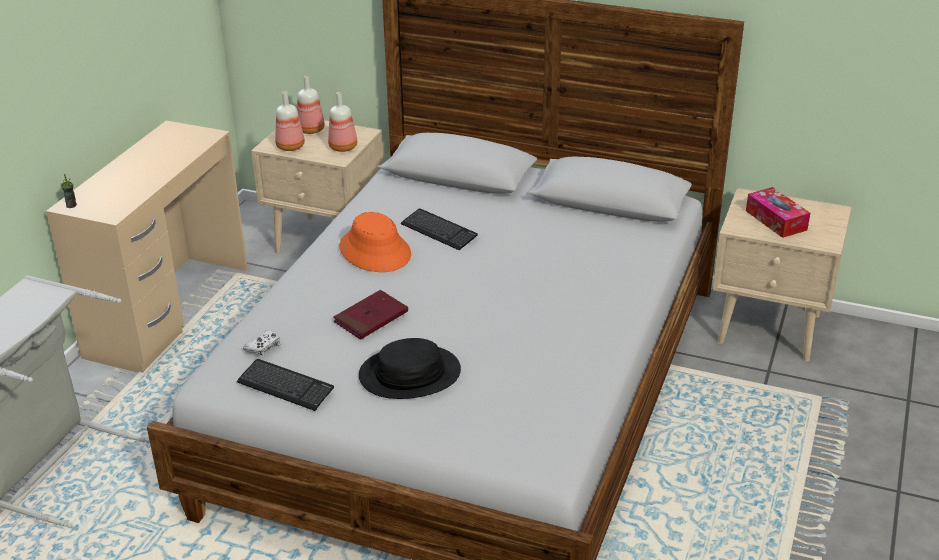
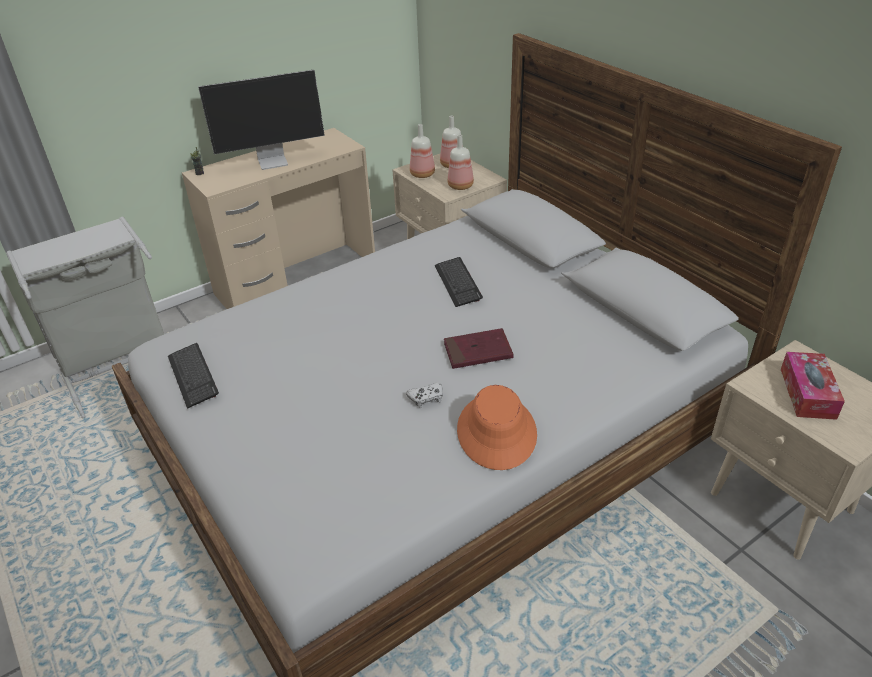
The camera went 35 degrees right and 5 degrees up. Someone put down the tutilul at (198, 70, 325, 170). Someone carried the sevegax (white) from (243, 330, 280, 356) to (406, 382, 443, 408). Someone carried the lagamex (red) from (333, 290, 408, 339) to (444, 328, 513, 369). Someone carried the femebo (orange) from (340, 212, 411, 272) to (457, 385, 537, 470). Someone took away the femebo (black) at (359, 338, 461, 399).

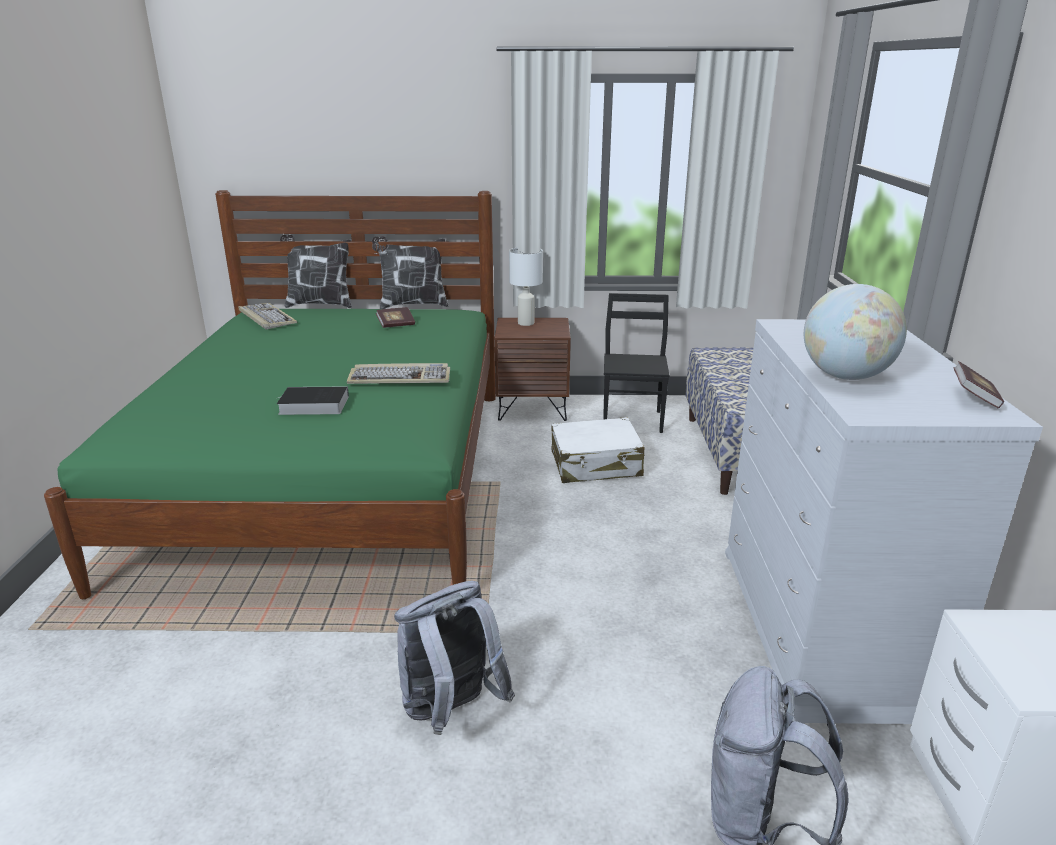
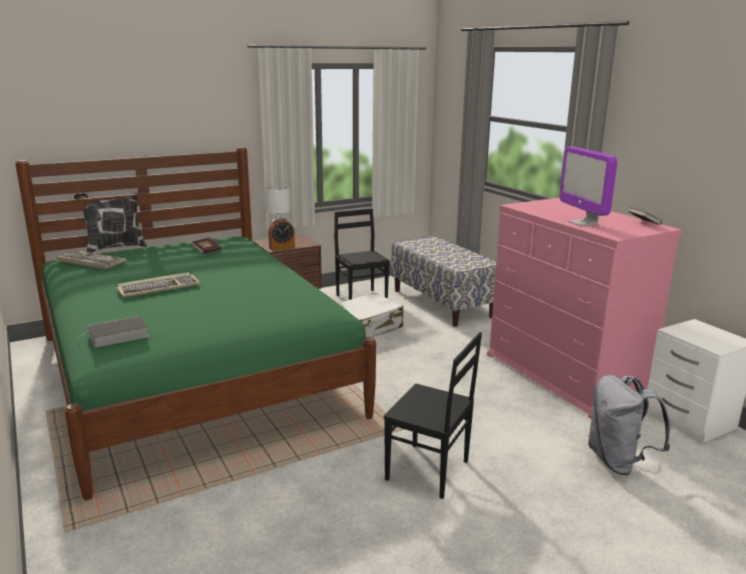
The camera went 30 degrees left and 5 degrees down. Someone carried the lagamex from (276, 386, 349, 415) to (81, 316, 149, 348). Someone carried the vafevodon from (347, 363, 450, 384) to (117, 273, 200, 297). Someone put down the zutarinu at (268, 218, 295, 250). Someone swapped the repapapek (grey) at (394, 581, 515, 735) for the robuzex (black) at (384, 332, 482, 499). Someone repainted the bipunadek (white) at (725, 319, 1043, 724), which became the bipunadek (pink) at (487, 198, 682, 419). Someone swapped the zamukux at (804, 284, 907, 380) for the tutilul at (559, 147, 617, 226). Someone took away the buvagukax at (372, 236, 449, 309).

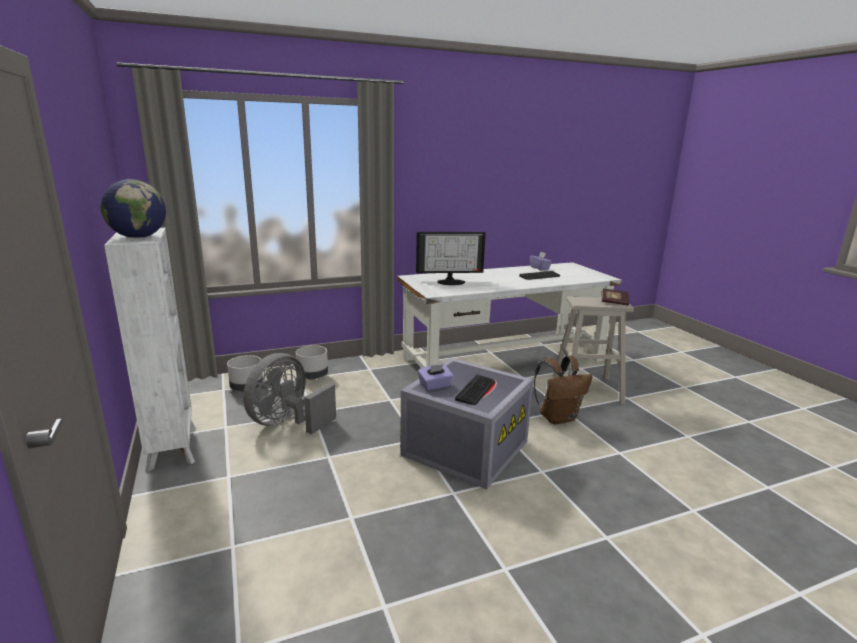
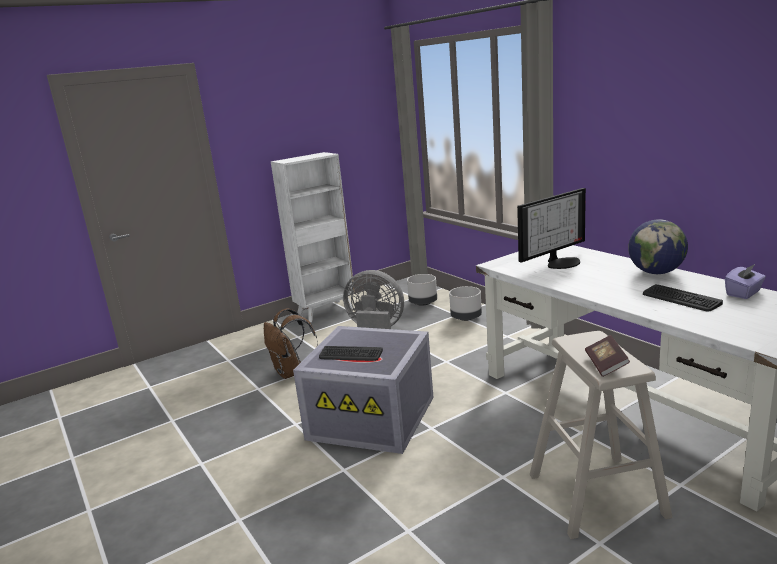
The camera went 80 degrees right and 0 degrees up. Someone carried the repapapek (brown) from (534, 356, 593, 425) to (264, 308, 318, 379). Someone rotated the tutilul at (416, 232, 486, 285) by 105 degrees counterclockwise. Someone carried the zamukux from (100, 179, 166, 238) to (628, 219, 688, 274). Someone took away the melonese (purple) at (418, 364, 453, 391).

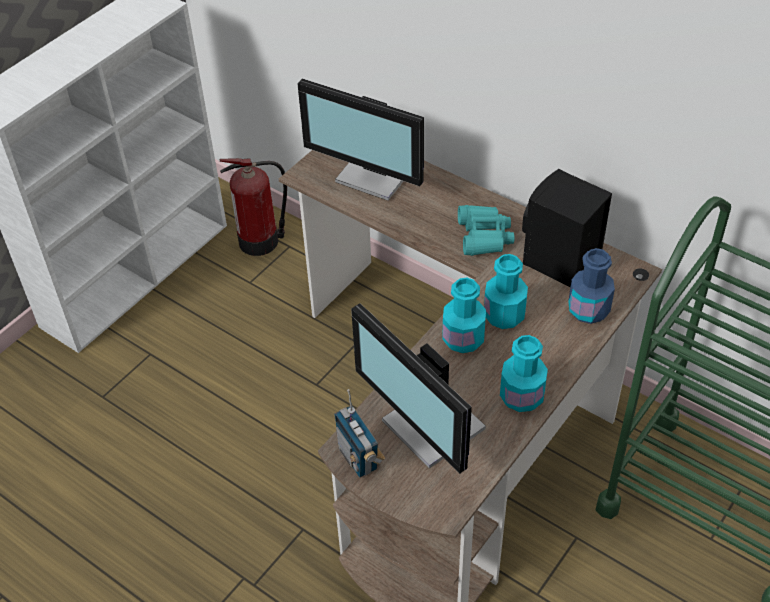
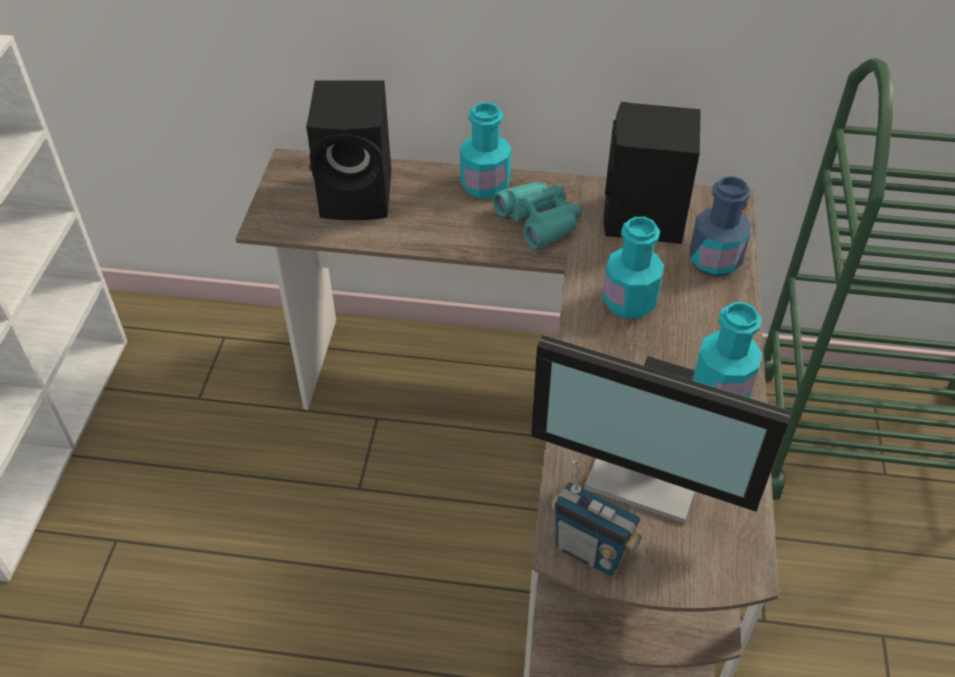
The camera went 30 degrees left and 0 degrees up. Someone swapped the tutilul at (297, 79, 424, 201) for the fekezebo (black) at (306, 80, 391, 220). Someone carried the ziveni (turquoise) from (442, 277, 486, 353) to (460, 102, 511, 199). Someone took away the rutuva at (219, 158, 287, 256).

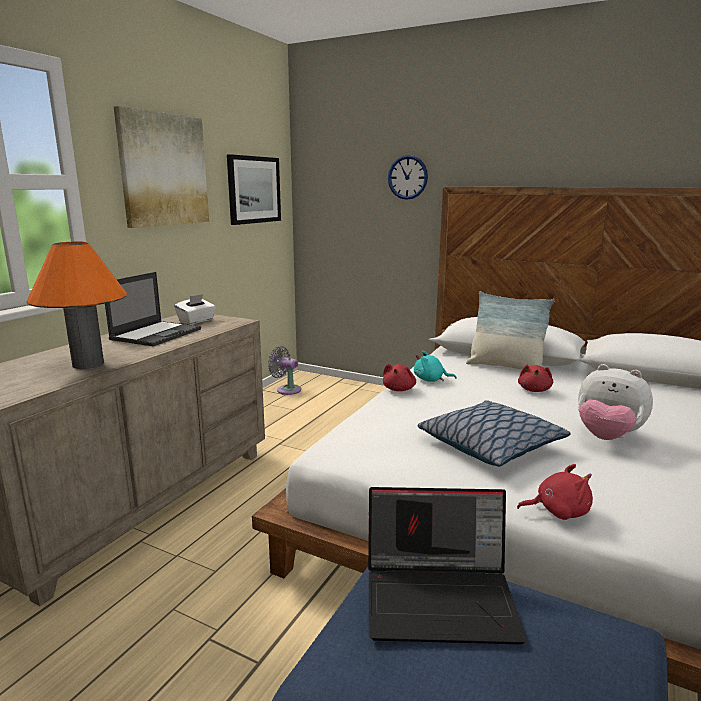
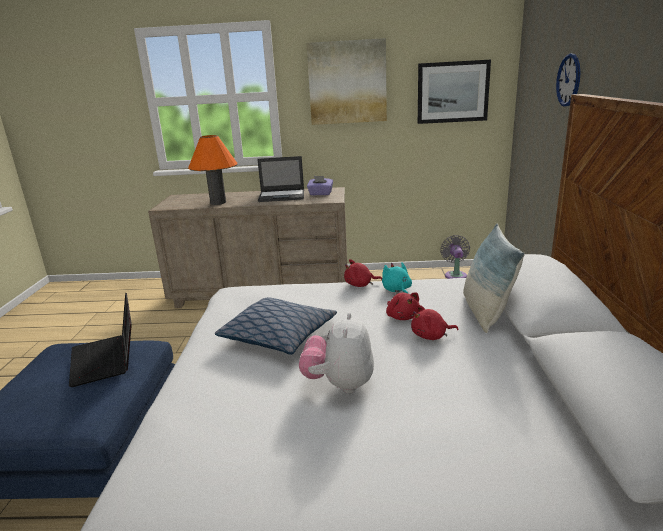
The camera went 65 degrees right and 5 degrees up. Someone repainted the melonese (white) at (174, 294, 216, 324), which became the melonese (purple) at (307, 176, 333, 195). Someone carried the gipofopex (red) from (517, 464, 593, 520) to (386, 292, 419, 320).

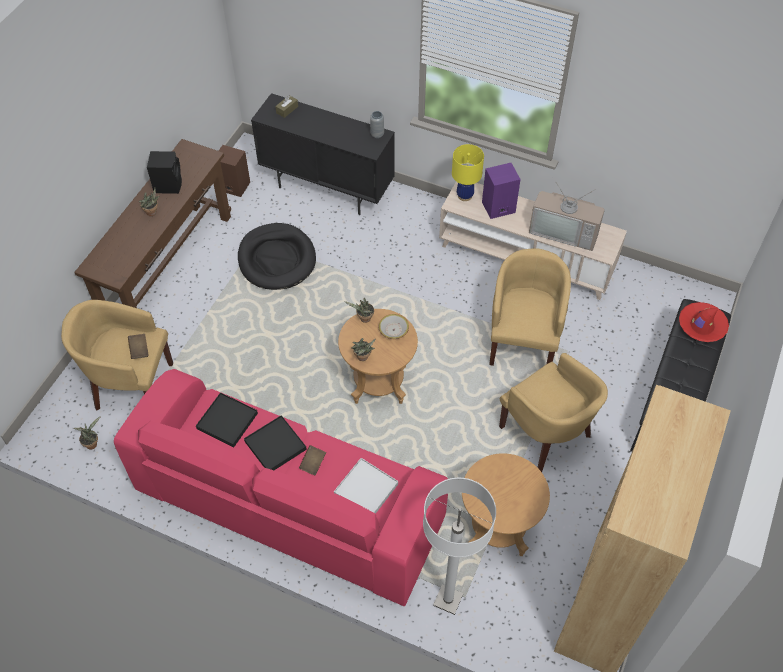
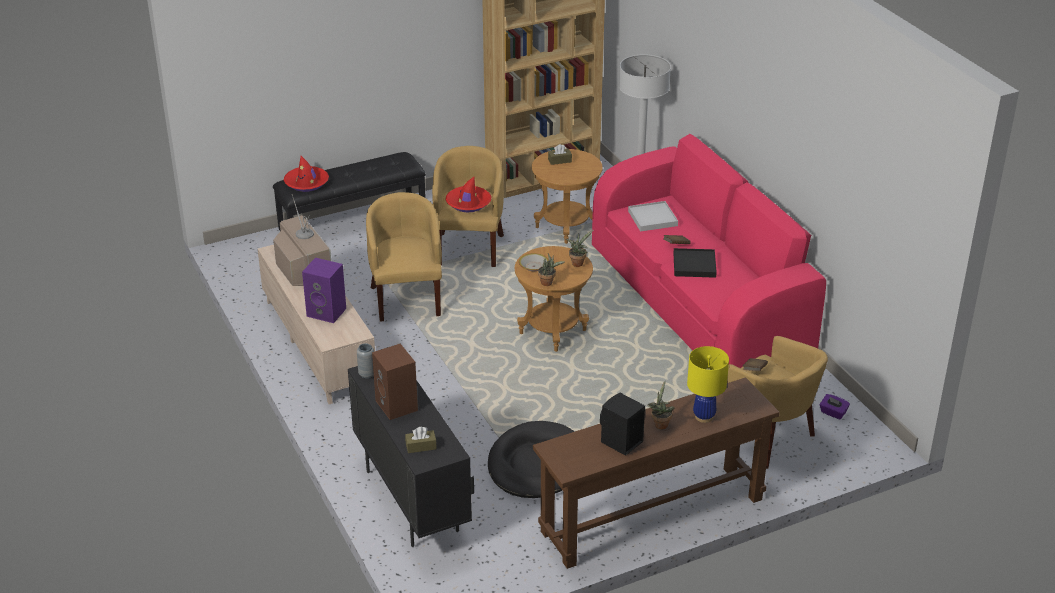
The camera went 140 degrees left and 20 degrees down. Someone rotated the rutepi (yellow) at (489, 248, 571, 366) by 120 degrees clockwise. Someone carried the fekezebo (brown) from (219, 145, 250, 197) to (372, 344, 418, 420). Someone put down the femebo (red) at (446, 177, 492, 212). Someone put down the melonese (brown) at (548, 144, 572, 165). Someone carried the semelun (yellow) from (452, 144, 484, 201) to (687, 346, 729, 423). Someone swapped the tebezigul at (73, 416, 101, 450) for the melonese (purple) at (819, 394, 850, 420). Someone took away the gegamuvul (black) at (196, 392, 258, 447).

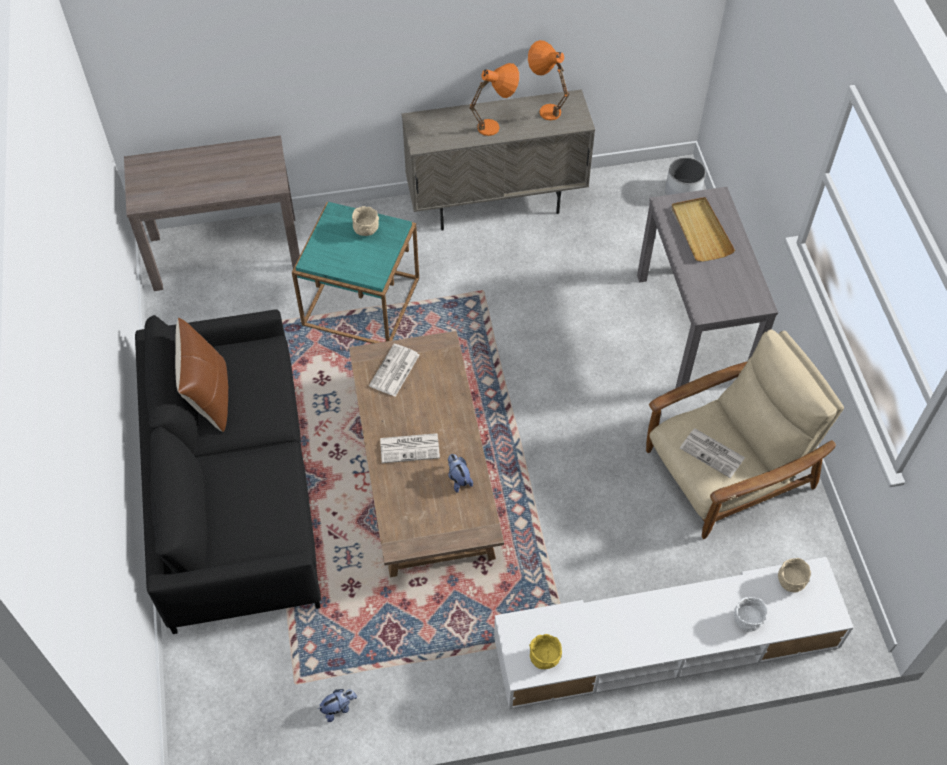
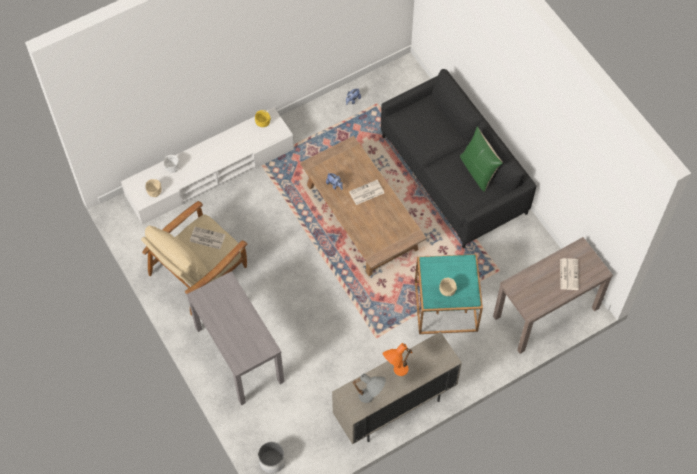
The camera went 160 degrees right and 5 degrees up. Someone repainted the semelun (orange) at (528, 40, 570, 120), which became the semelun (grey) at (352, 373, 386, 403). Someone repainted the buvagukax (brown) at (175, 318, 229, 432), which became the buvagukax (green) at (460, 126, 503, 192). Someone carried the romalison from (369, 344, 419, 397) to (560, 258, 579, 290). Someone took away the gegamuvul (beige) at (671, 197, 735, 262).

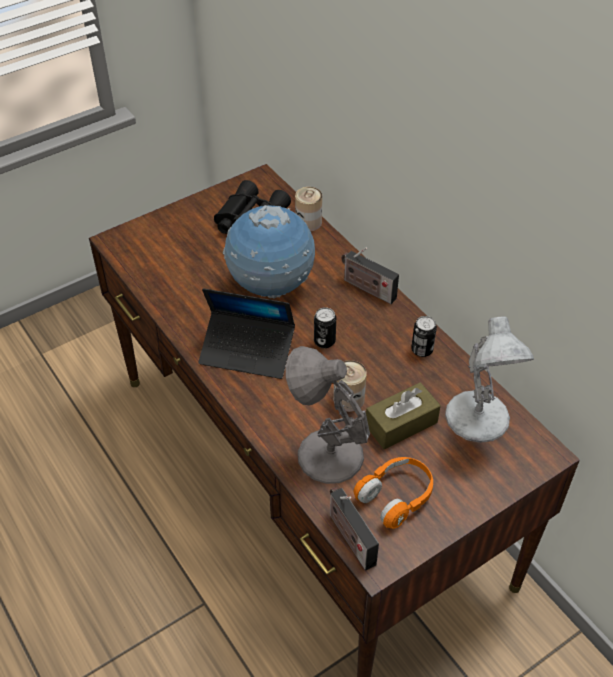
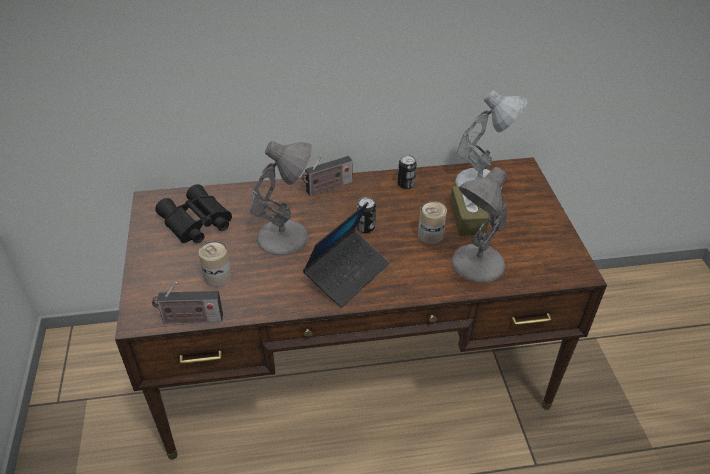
The camera went 65 degrees left and 5 degrees down. Someone carried the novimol from (330, 487, 379, 570) to (152, 282, 223, 323). Someone carried the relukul from (295, 187, 322, 231) to (199, 241, 231, 287). Someone swapped the zamukux at (223, 205, 315, 299) for the semelun (grey) at (250, 141, 312, 255). Someone took away the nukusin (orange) at (354, 457, 433, 529).

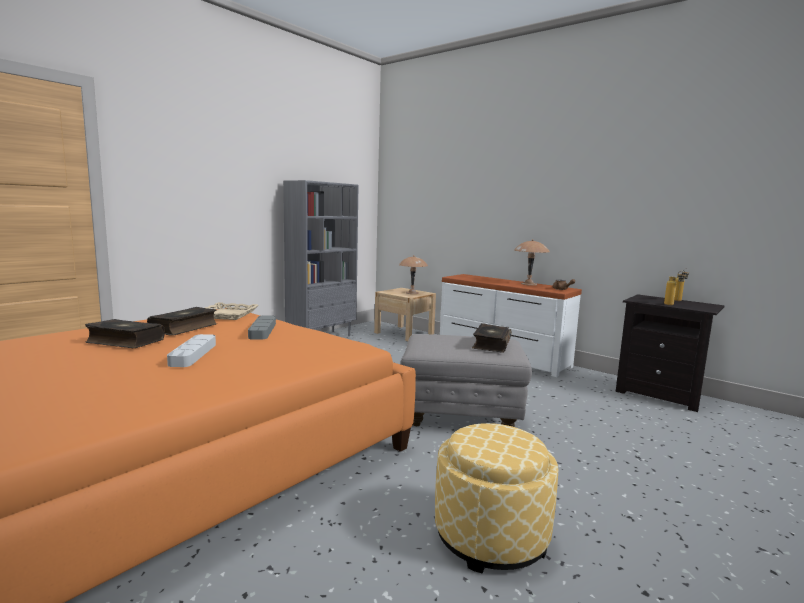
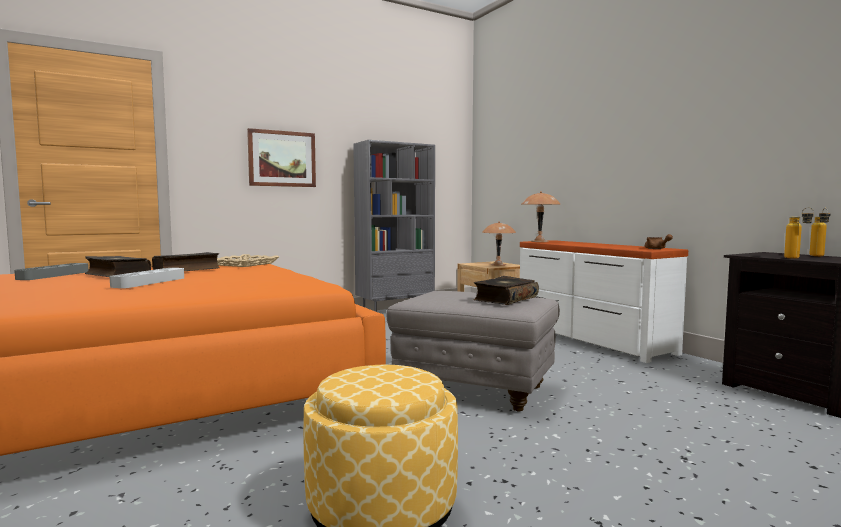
The camera went 20 degrees right and 5 degrees down. Someone carried the gegamuvul (grey) from (248, 315, 276, 340) to (14, 263, 88, 280). Someone put up the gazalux at (247, 128, 316, 187). Someone carried the semelun (brown) from (514, 239, 550, 286) to (522, 191, 560, 242).

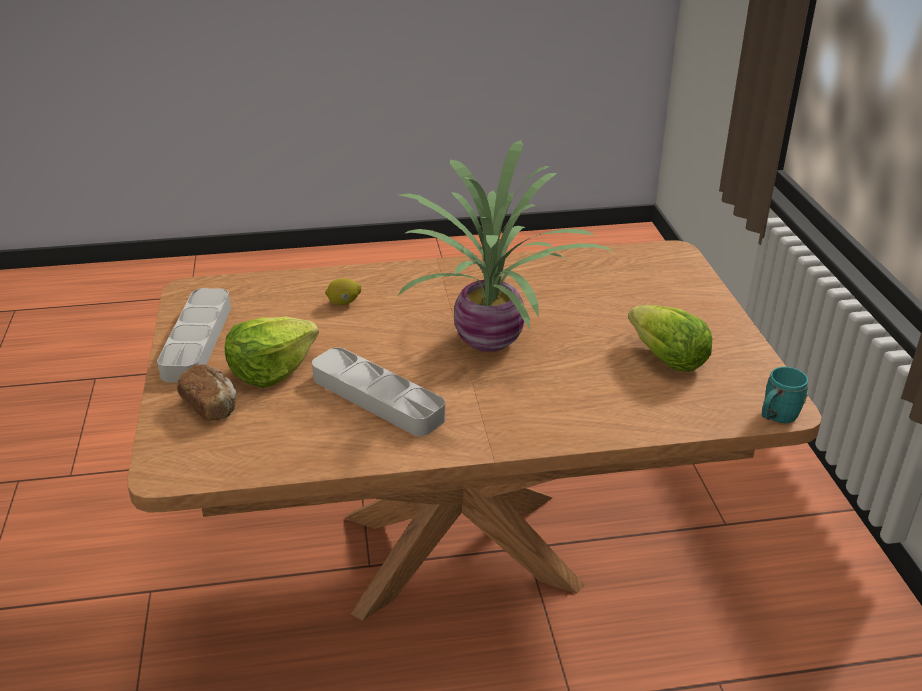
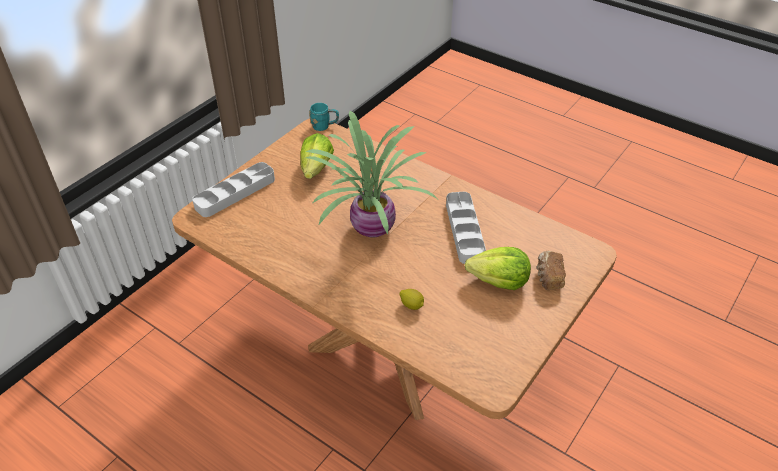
The camera went 135 degrees left and 10 degrees up. Someone carried the gegamuvul (grey) from (157, 288, 231, 382) to (192, 162, 275, 217).

